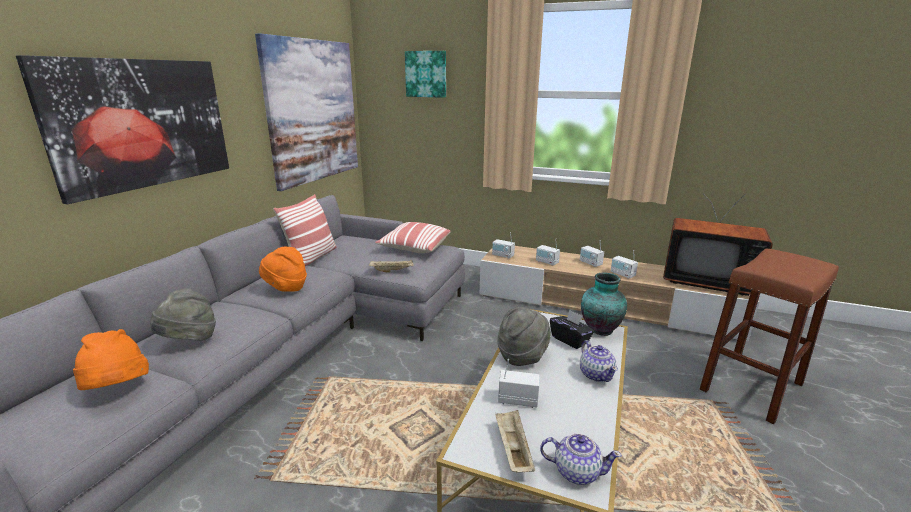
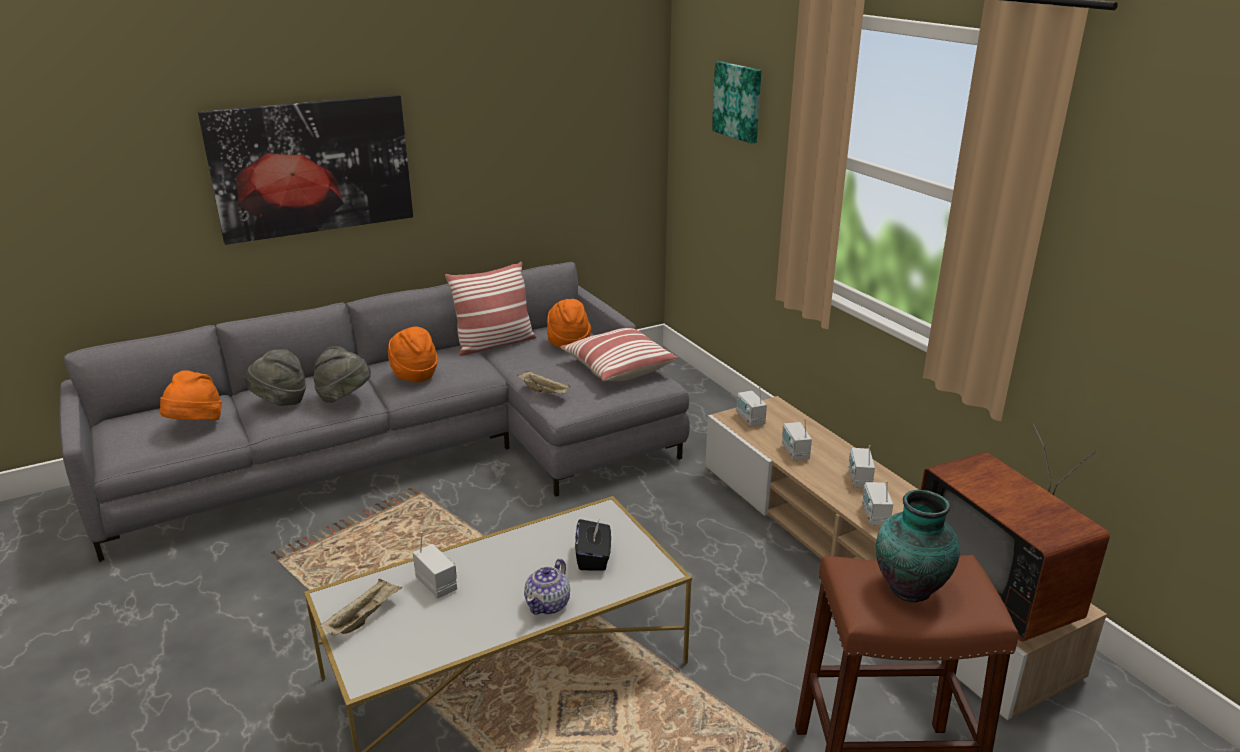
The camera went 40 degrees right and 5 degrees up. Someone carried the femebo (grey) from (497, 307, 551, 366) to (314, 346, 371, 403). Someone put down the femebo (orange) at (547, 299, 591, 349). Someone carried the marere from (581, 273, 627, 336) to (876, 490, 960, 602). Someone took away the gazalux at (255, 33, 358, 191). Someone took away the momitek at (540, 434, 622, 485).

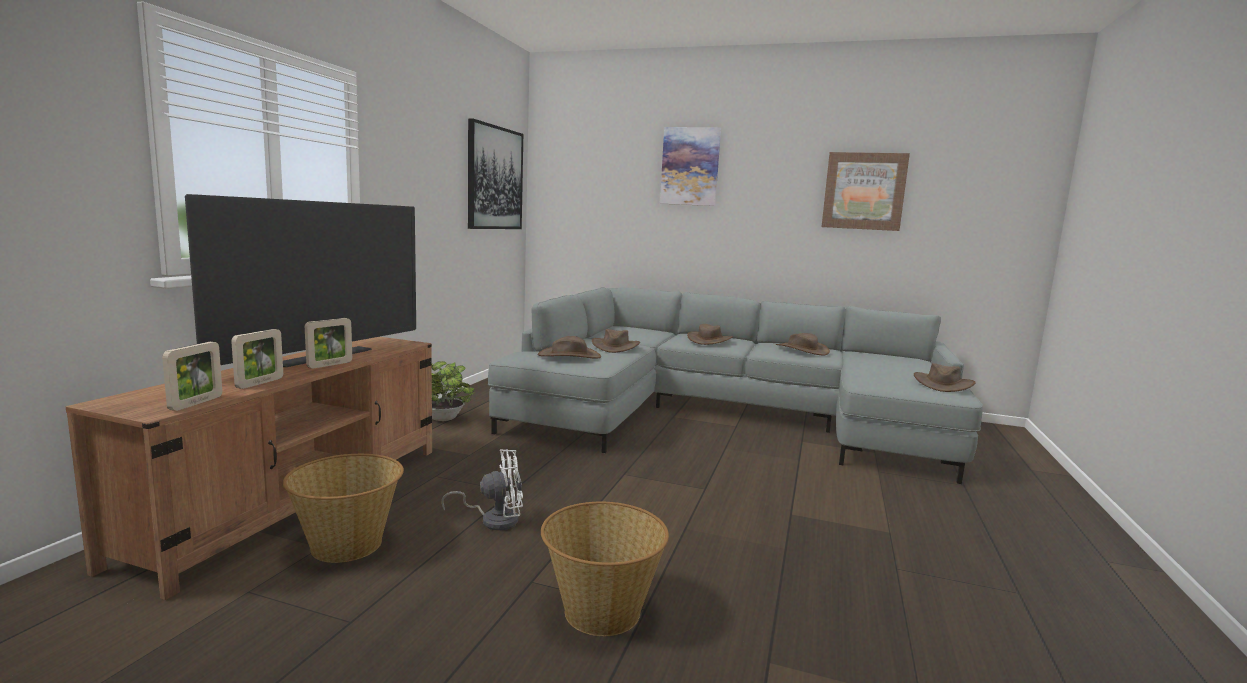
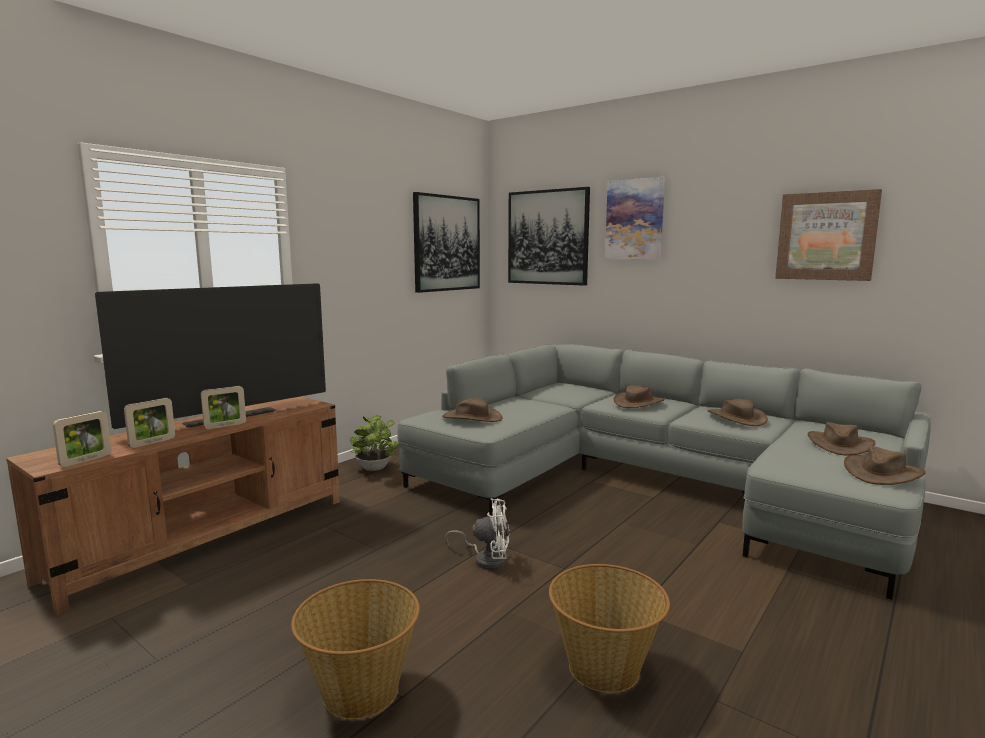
The camera went 20 degrees right and 0 degrees up. Someone carried the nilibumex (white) from (441, 449, 523, 531) to (445, 498, 509, 570). Someone put up the gazalux at (508, 187, 590, 286). Someone carried the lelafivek from (283, 454, 404, 563) to (549, 564, 670, 693). Someone carried the femebo (brown) from (592, 329, 640, 353) to (808, 422, 875, 456).

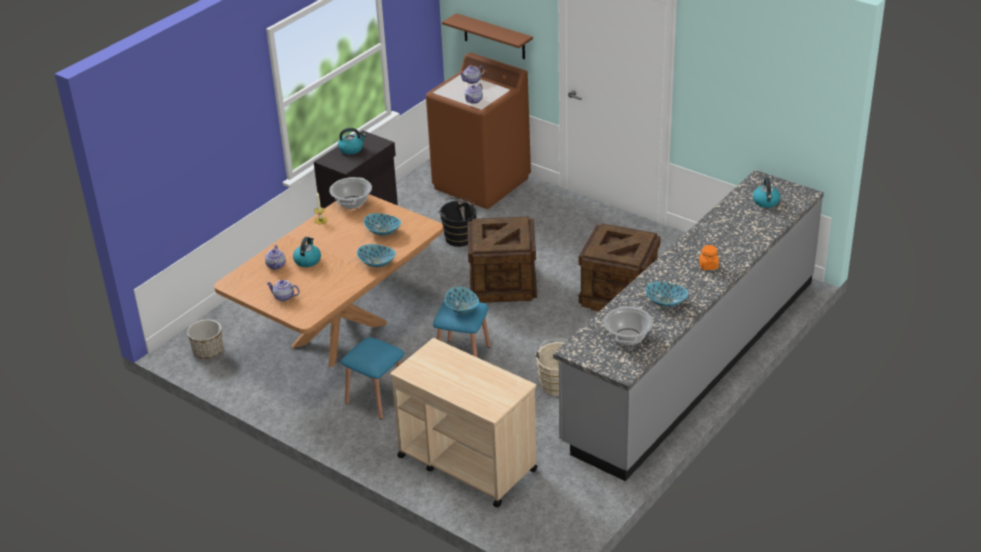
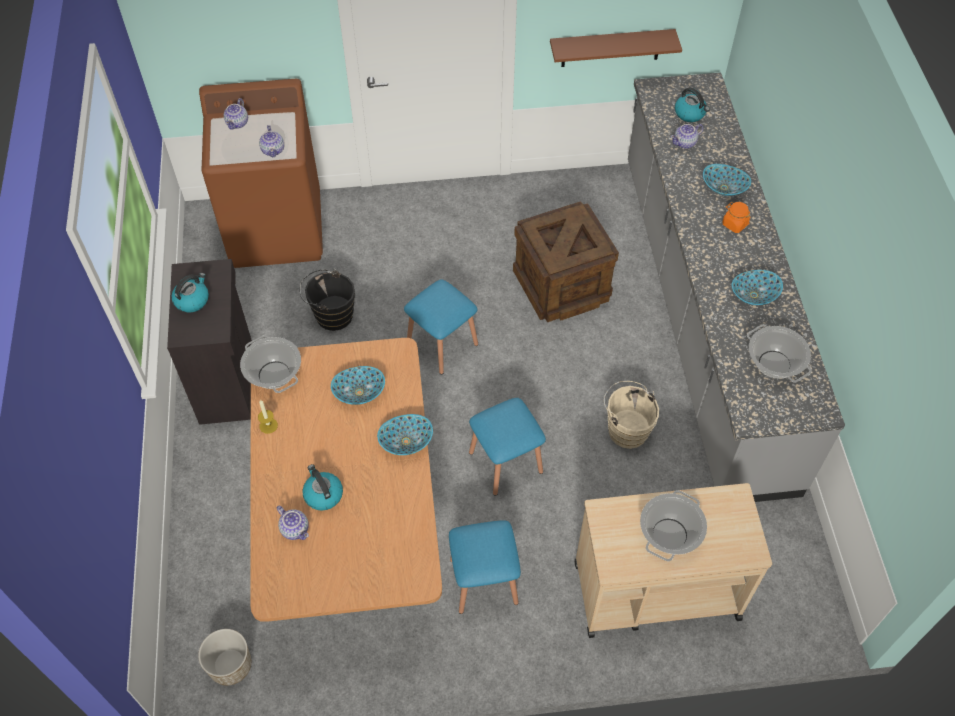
The camera went 45 degrees left and 20 degrees up. Someone swapped the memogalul at (468, 217, 537, 303) for the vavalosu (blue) at (404, 279, 478, 374). Someone carried the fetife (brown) from (442, 13, 533, 60) to (550, 29, 682, 67). Someone put down the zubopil at (640, 490, 707, 561). Someone carried the momitek from (266, 280, 300, 301) to (671, 124, 703, 149). Someone carried the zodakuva from (445, 287, 479, 314) to (703, 164, 751, 196).

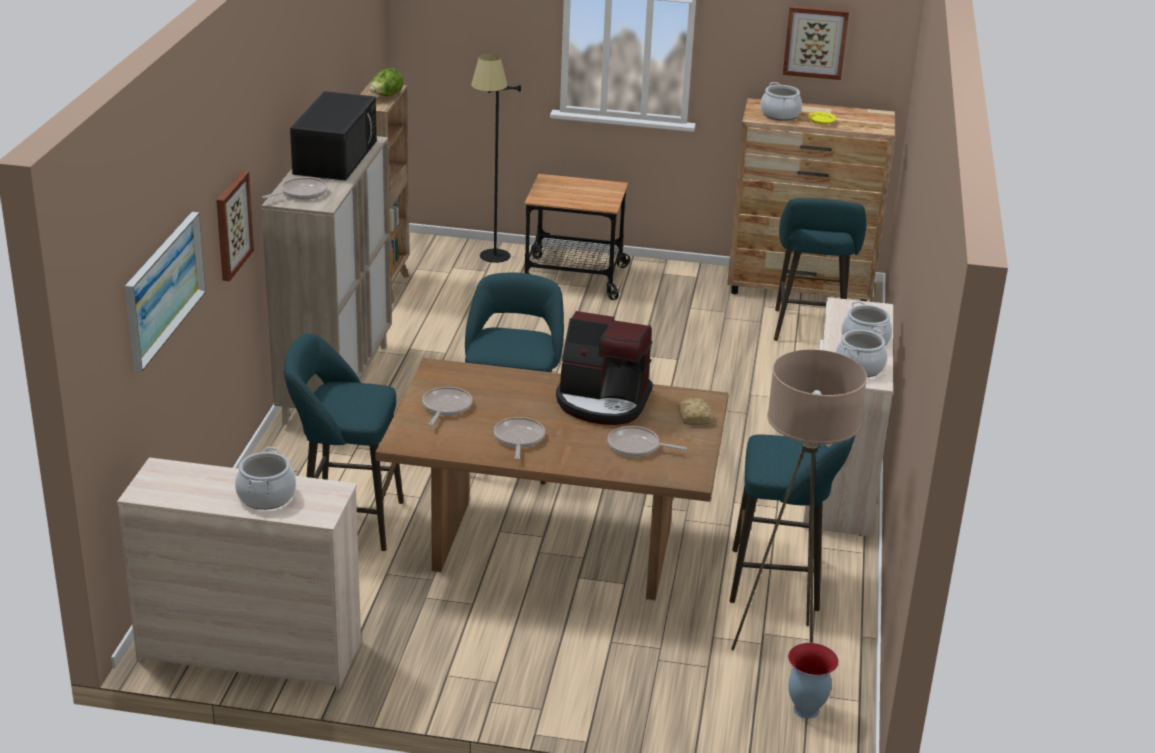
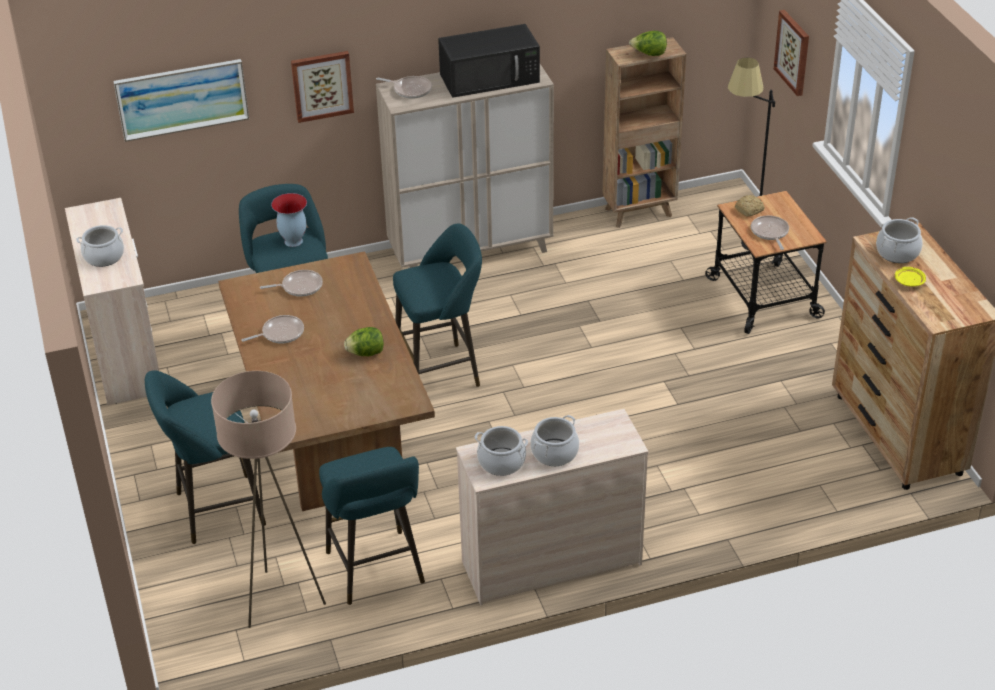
The camera went 65 degrees right and 10 degrees up. Someone carried the vavalosu (turquoise) from (774, 198, 866, 341) to (145, 370, 266, 544). Someone carried the marere from (788, 643, 839, 719) to (271, 193, 307, 247). Someone swapped the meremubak at (556, 311, 653, 425) for the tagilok at (344, 327, 384, 356). Someone carried the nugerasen from (678, 398, 712, 425) to (735, 195, 765, 217). Someone carried the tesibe from (608, 426, 687, 457) to (751, 215, 789, 250). Someone carried the gazalux from (783, 6, 849, 80) to (774, 10, 809, 96).

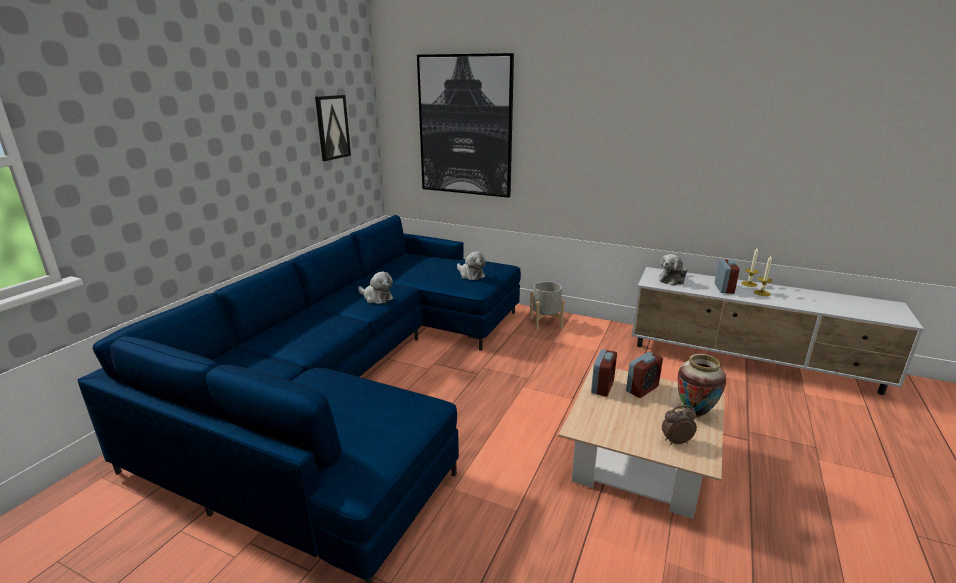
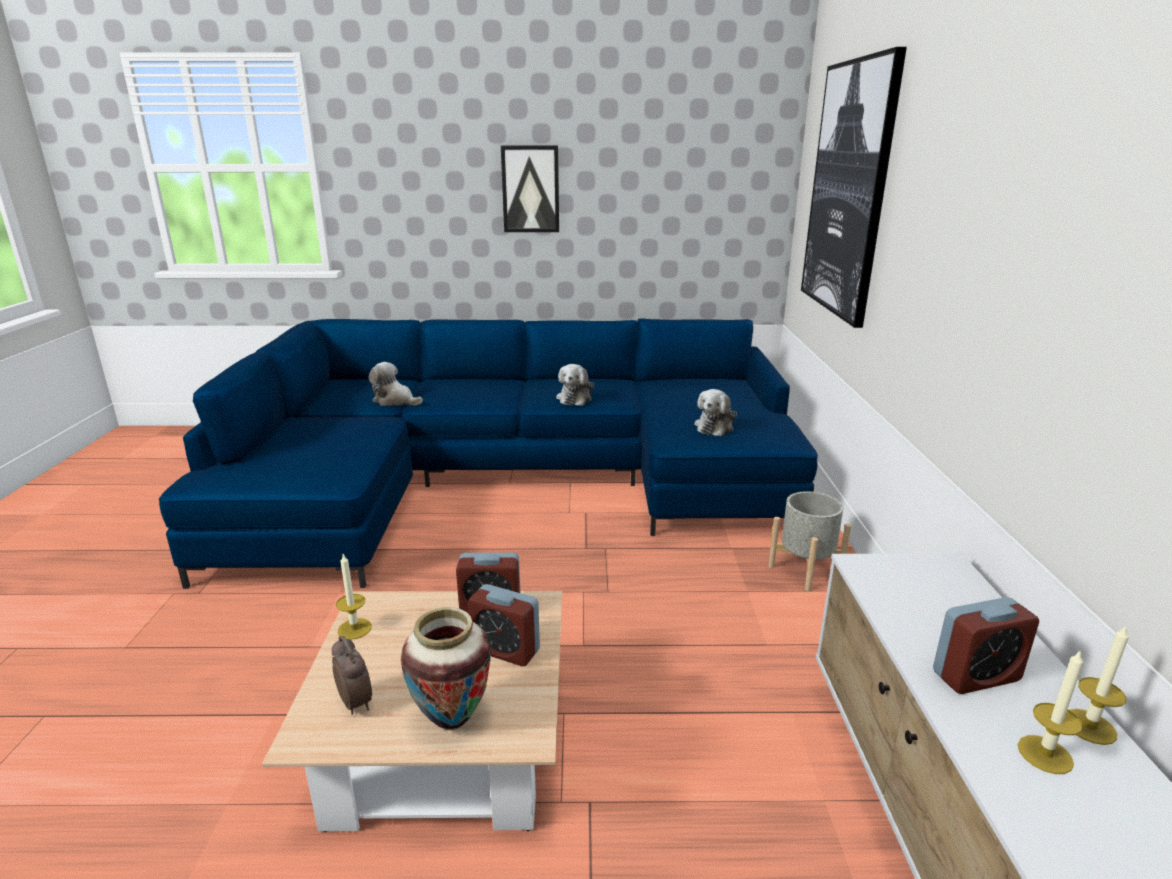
The camera went 65 degrees right and 0 degrees up. Someone put down the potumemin at (336, 554, 372, 640). Someone carried the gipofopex from (659, 254, 688, 286) to (369, 362, 423, 406). Someone carried the gazalux from (315, 95, 351, 161) to (501, 145, 559, 232).

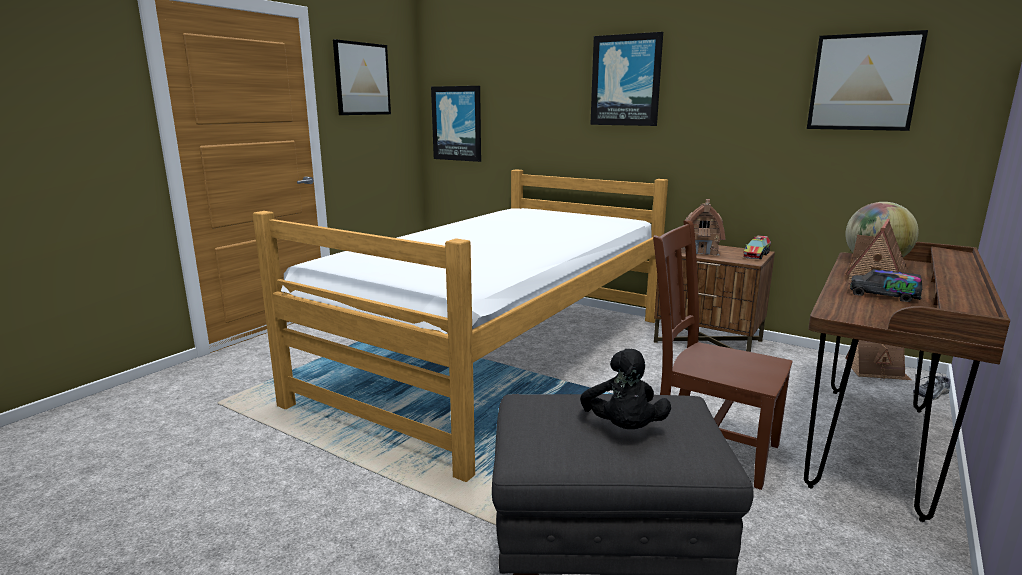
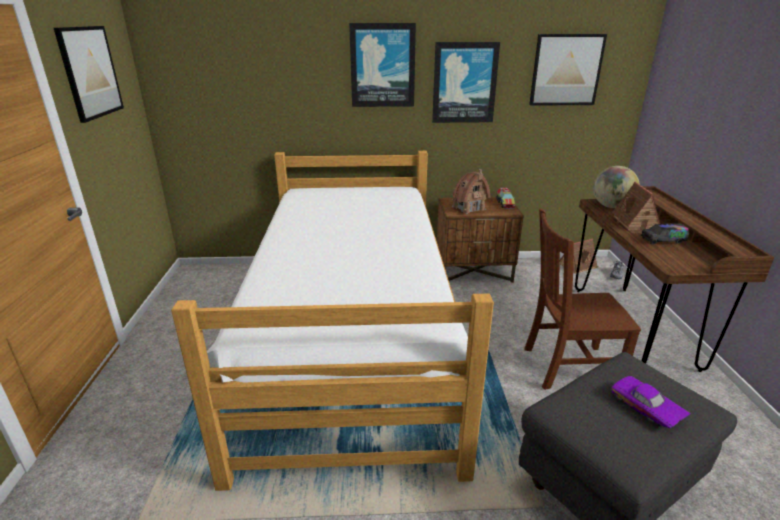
The camera went 35 degrees left and 10 degrees up. Someone carried the gazalux from (431, 86, 481, 162) to (432, 42, 500, 123). Someone swapped the gipofopex (black) at (580, 349, 671, 429) for the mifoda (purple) at (611, 376, 691, 429).

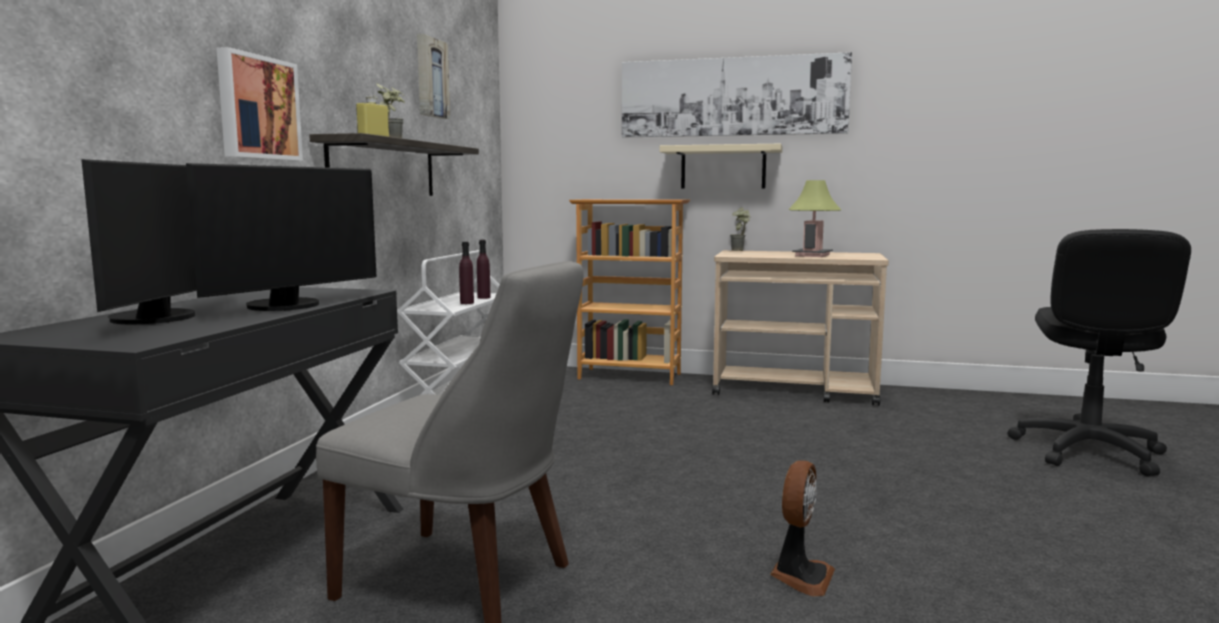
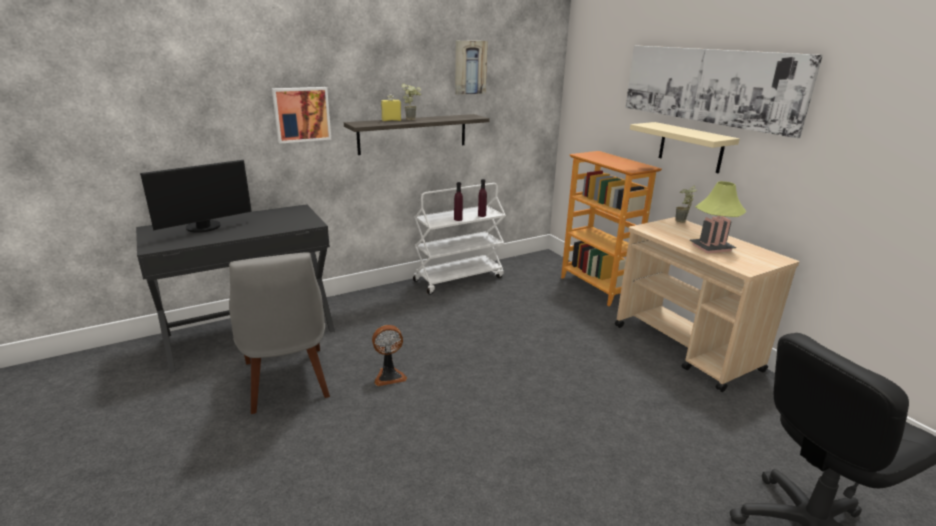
The camera went 45 degrees right and 15 degrees up. Someone carried the nilibumex from (770, 461, 835, 596) to (372, 325, 407, 386). Someone took away the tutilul at (186, 163, 376, 311).

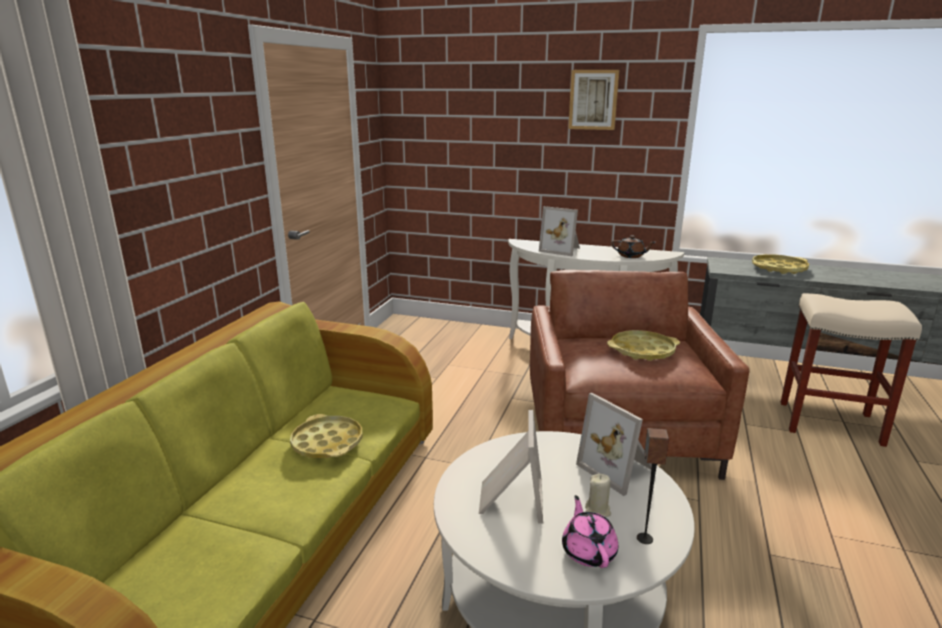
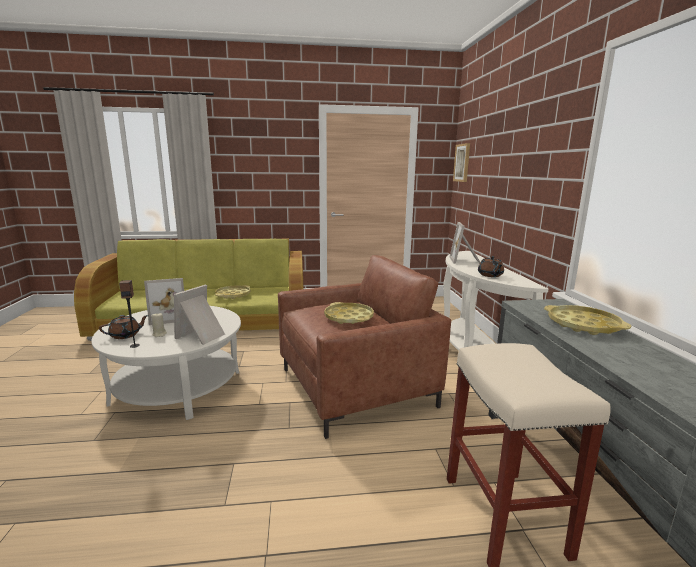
The camera went 65 degrees right and 5 degrees down. Someone repainted the momitek (pink) at (562, 495, 618, 568), which became the momitek (brown) at (99, 315, 149, 339). Someone carried the gazalux from (568, 70, 619, 130) to (453, 143, 470, 182).

